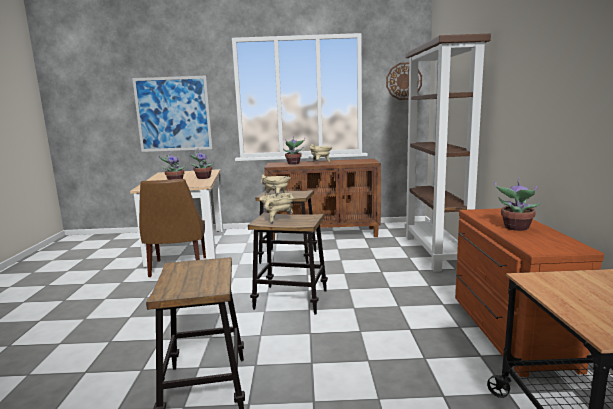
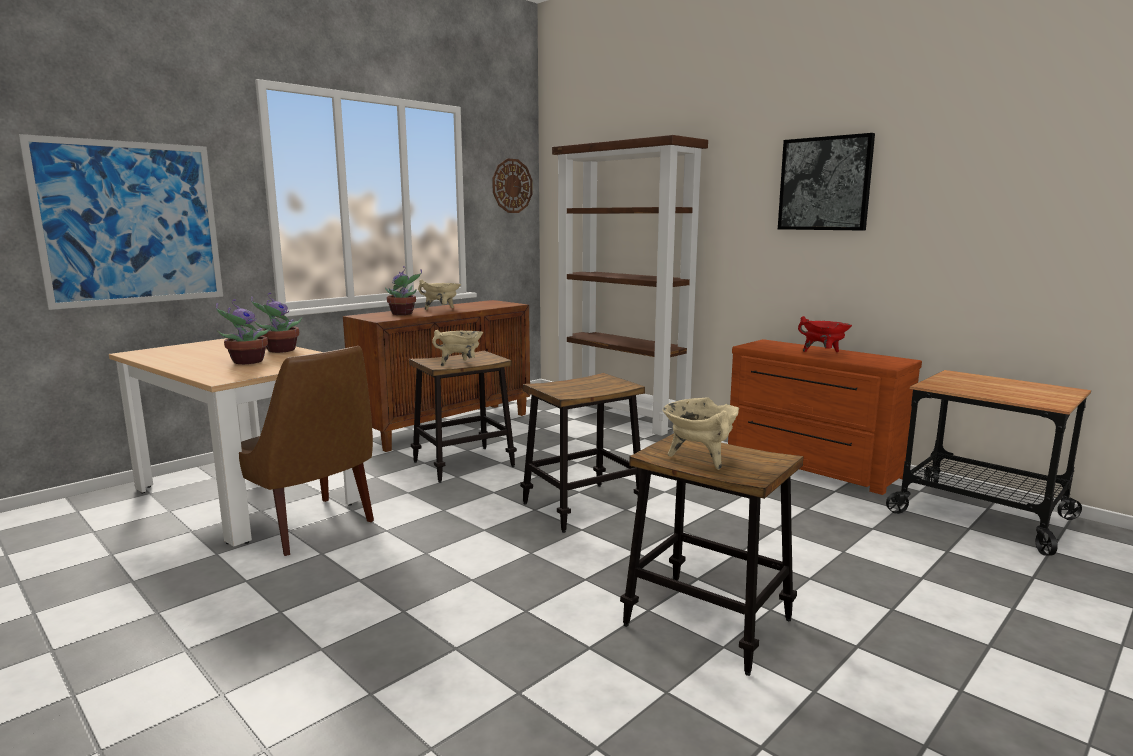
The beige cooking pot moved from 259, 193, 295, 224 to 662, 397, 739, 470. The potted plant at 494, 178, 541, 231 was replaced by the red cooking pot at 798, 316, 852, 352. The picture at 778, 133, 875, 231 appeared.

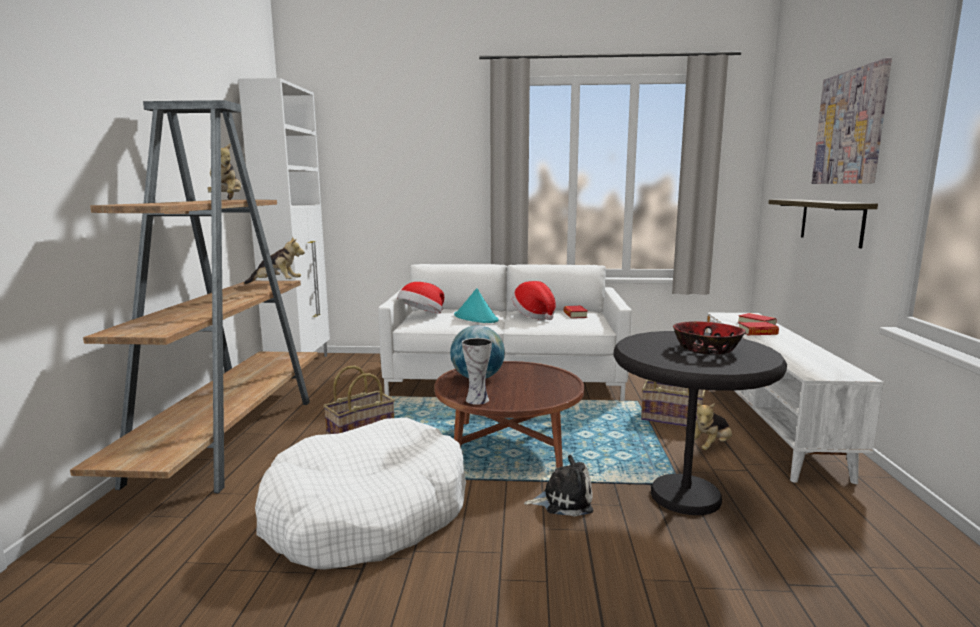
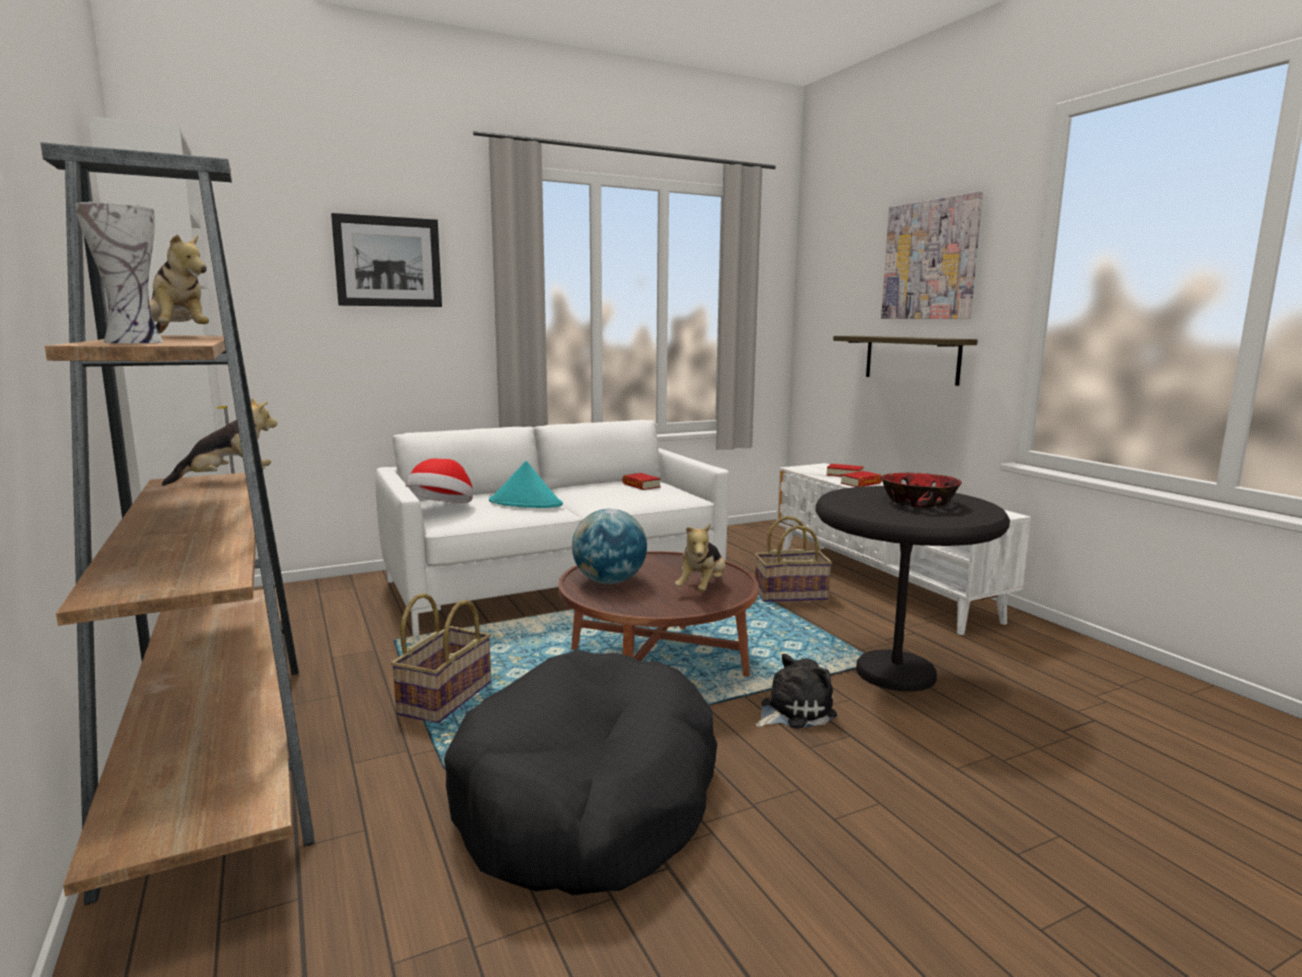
The white dog bed at 255, 418, 466, 570 became the black dog bed at 444, 650, 717, 895. The vase moved from 462, 338, 492, 405 to 75, 202, 163, 343. The hat at 512, 281, 556, 320 disappeared. The plush toy moved from 694, 403, 732, 450 to 675, 523, 726, 592. The picture at 331, 213, 442, 307 appeared.

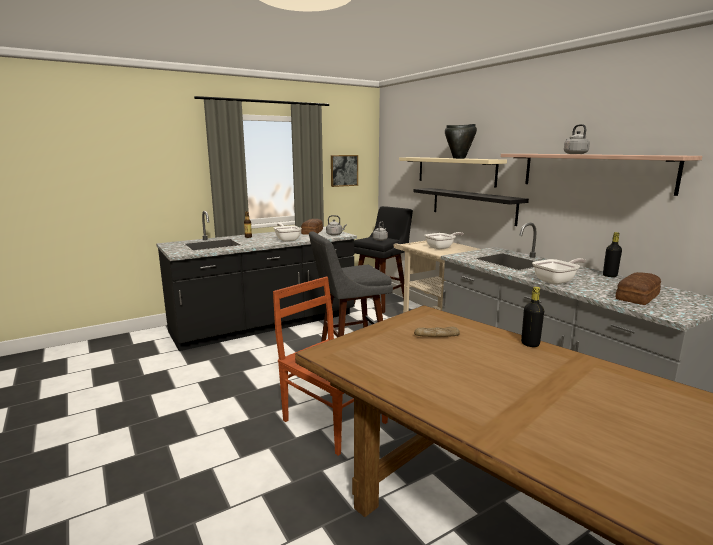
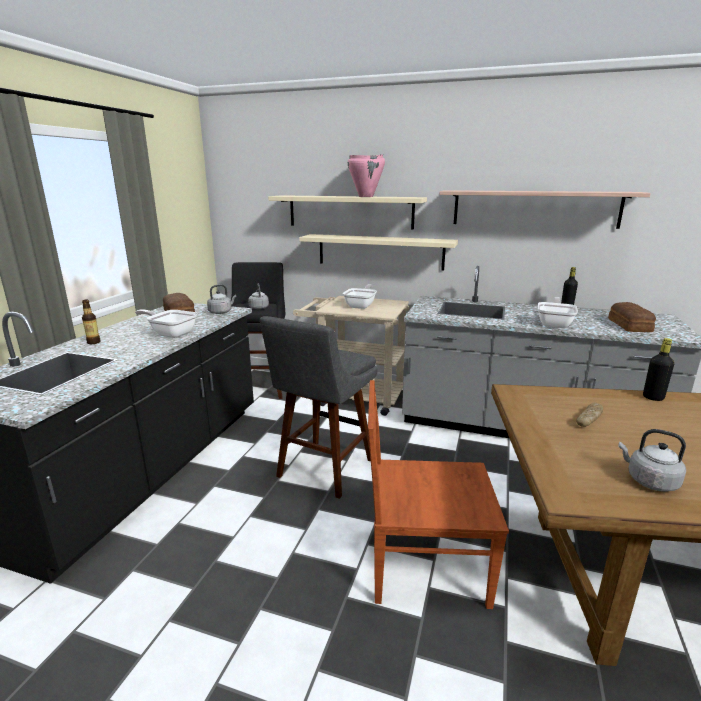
The picture at 331, 155, 358, 187 disappeared. The black shelf at 413, 188, 529, 226 became the beige shelf at 299, 234, 458, 271. The black cooking pot at 445, 124, 477, 159 became the pink cooking pot at 348, 154, 385, 197. The grey kettle moved from 564, 124, 590, 154 to 619, 429, 686, 492.

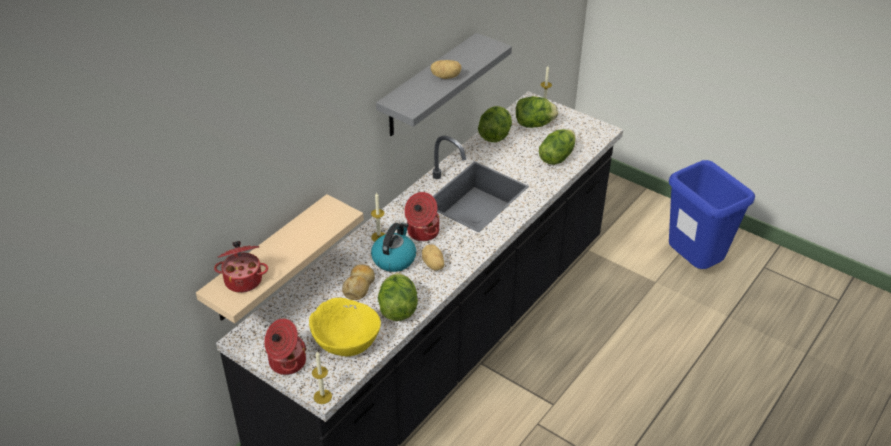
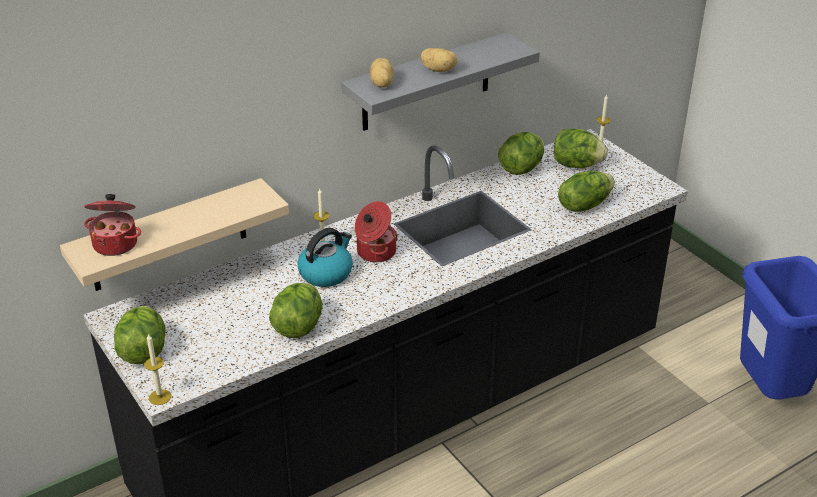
The cooking pot at 264, 319, 306, 375 was replaced by the lettuce at 114, 306, 166, 364. The yellow bowl at 309, 298, 381, 356 disappeared. The bread at 342, 264, 375, 300 disappeared. The potato moved from 422, 244, 444, 270 to 370, 58, 394, 87.

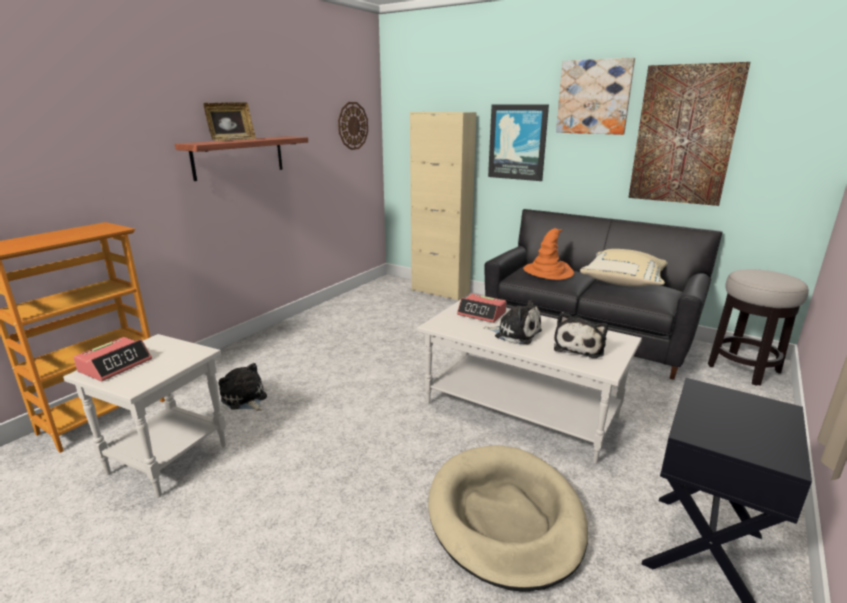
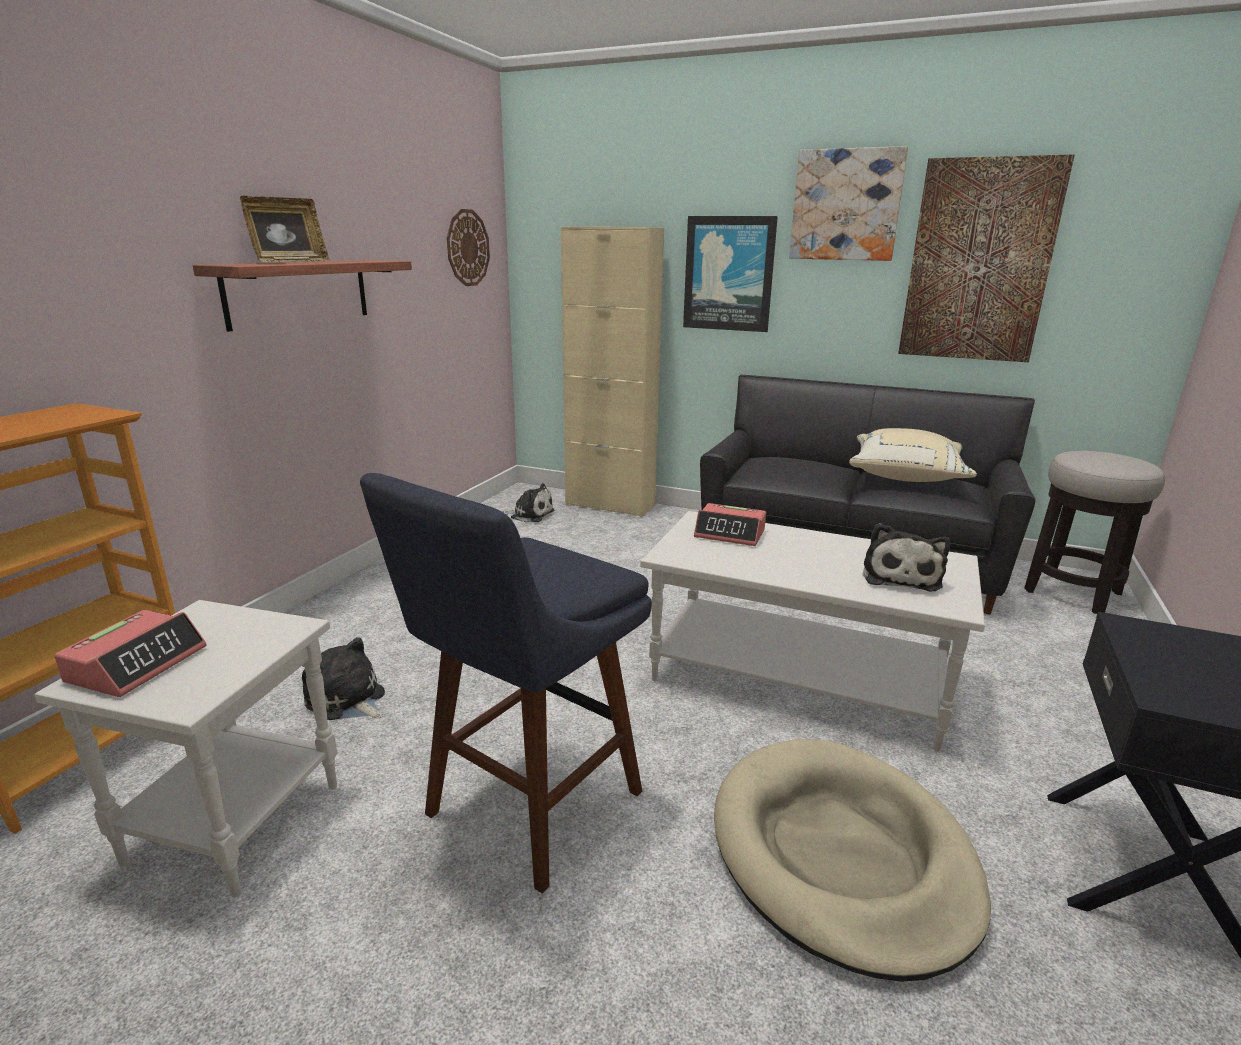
The plush toy moved from 483, 299, 542, 344 to 502, 483, 554, 522. The orange hat at 523, 228, 574, 280 disappeared. The blue stool at 360, 473, 652, 894 appeared.

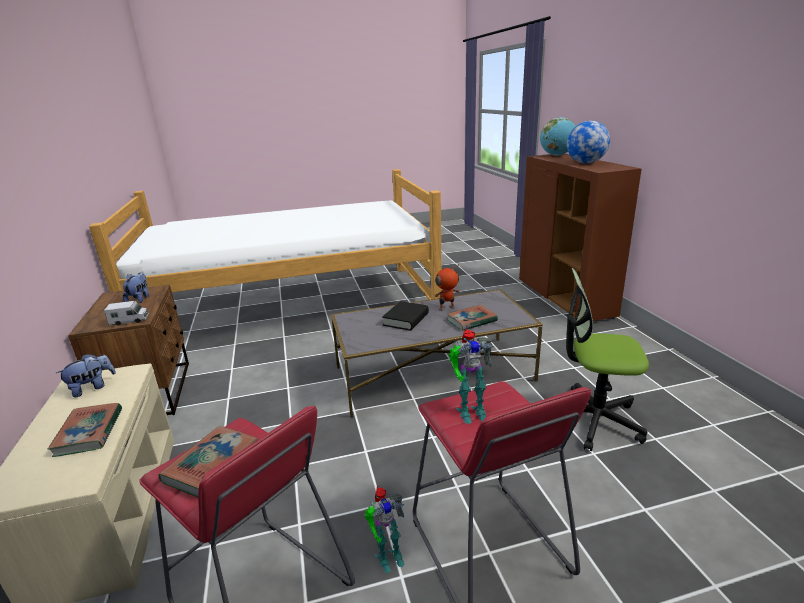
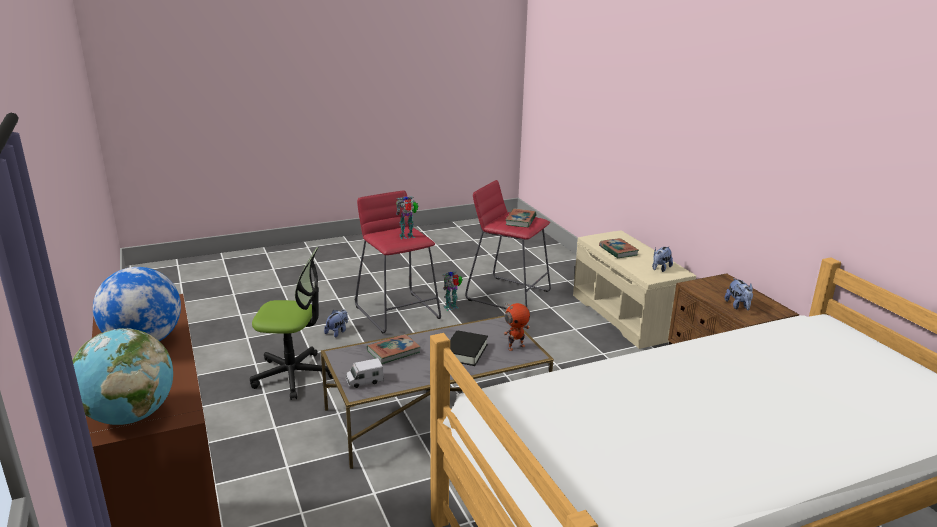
The toy truck moved from 104, 301, 149, 326 to 346, 358, 384, 388. The toy robot moved from 435, 264, 460, 311 to 503, 303, 530, 351. The plush toy at 324, 310, 348, 337 appeared.

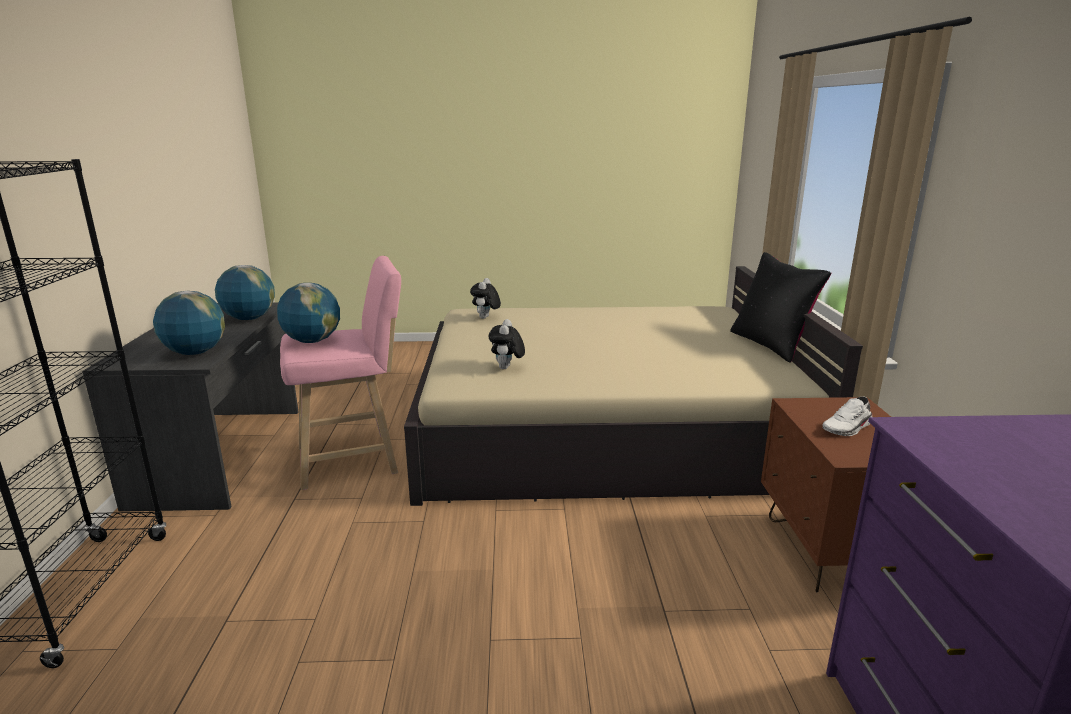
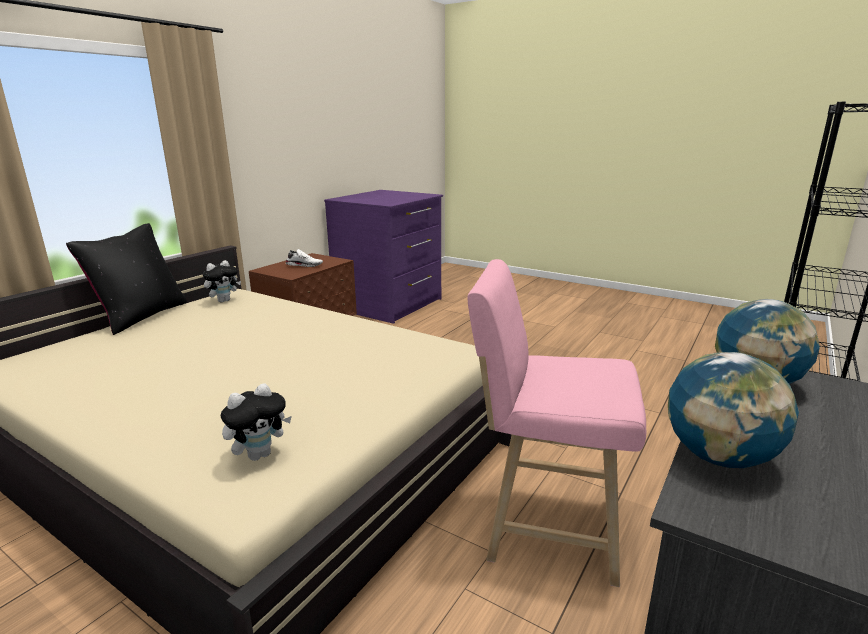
The globe at 277, 283, 340, 343 disappeared. The plush toy moved from 489, 319, 525, 369 to 203, 260, 241, 302.

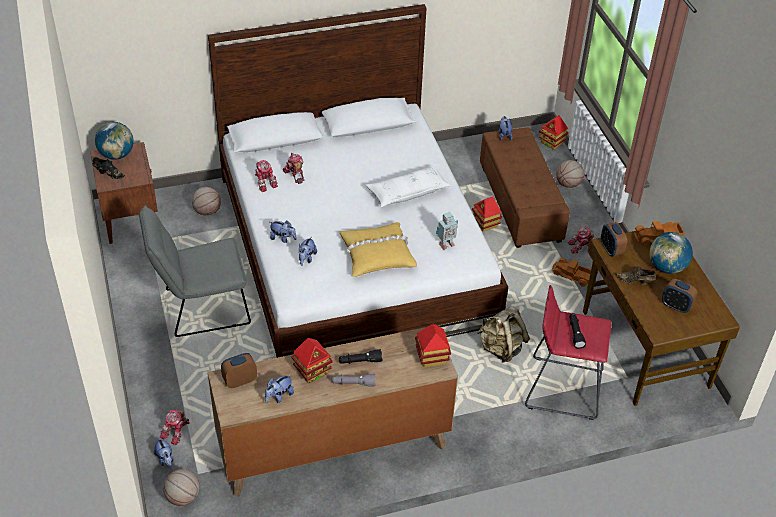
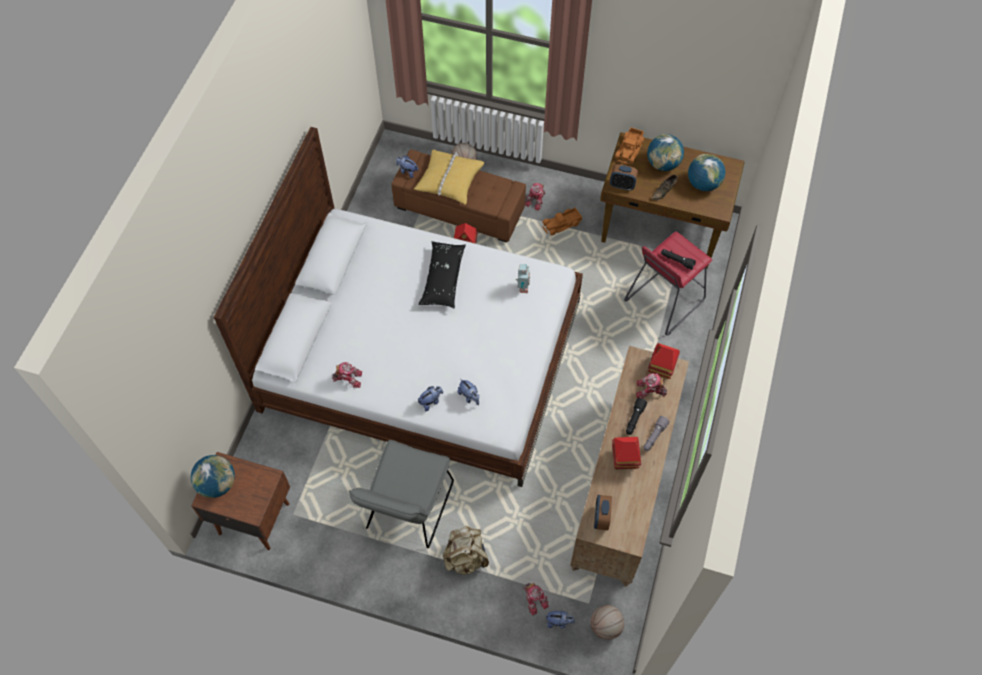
The black shoe at 92, 157, 125, 179 disappeared. The basketball at 192, 187, 221, 215 disappeared. The plush toy at 265, 374, 294, 403 disappeared. The toy robot moved from 283, 153, 305, 184 to 636, 373, 667, 398. The yellow pillow moved from 339, 222, 417, 277 to 414, 150, 484, 205. The white pillow at 366, 165, 451, 207 became the black pillow at 418, 241, 466, 309. The beige backpack moved from 477, 306, 530, 363 to 443, 525, 489, 575. The toy house at 539, 115, 569, 150 disappeared. The alarm clock at 662, 279, 697, 313 was replaced by the globe at 688, 154, 725, 191.

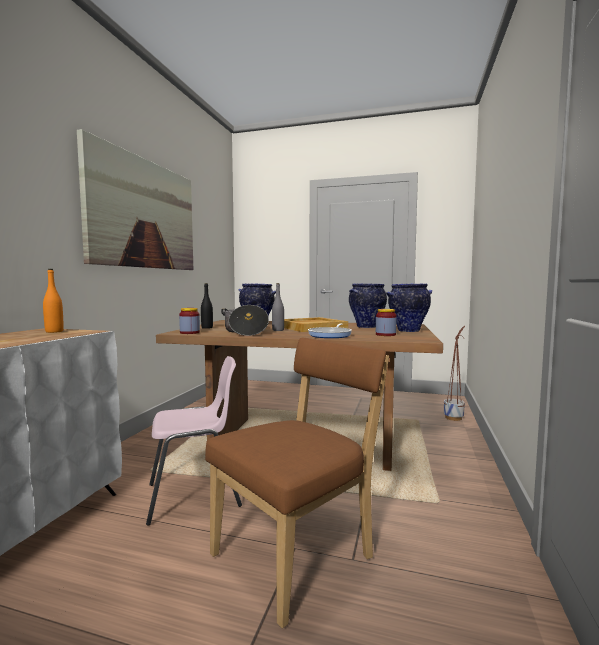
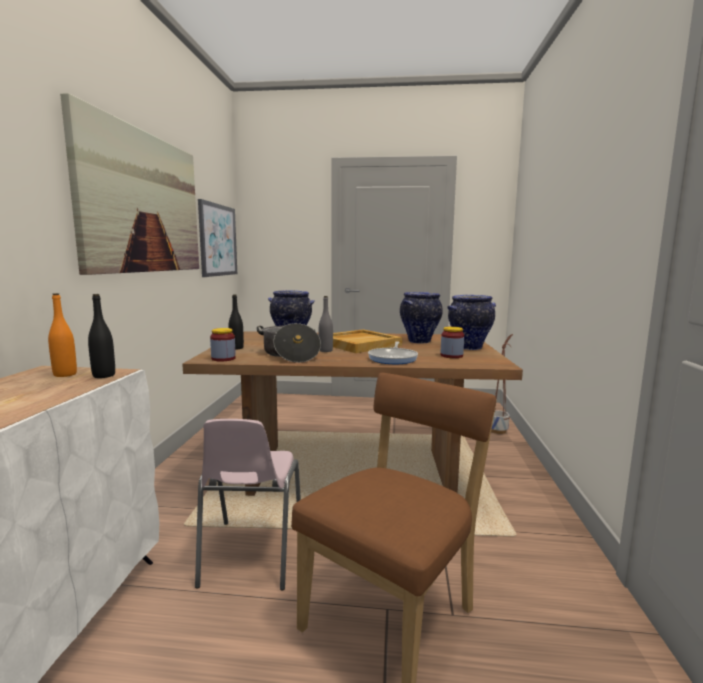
The pink chair at 146, 356, 242, 525 turned 120 degrees clockwise. The black bottle at 88, 294, 115, 378 appeared. The picture at 198, 199, 237, 277 appeared.

